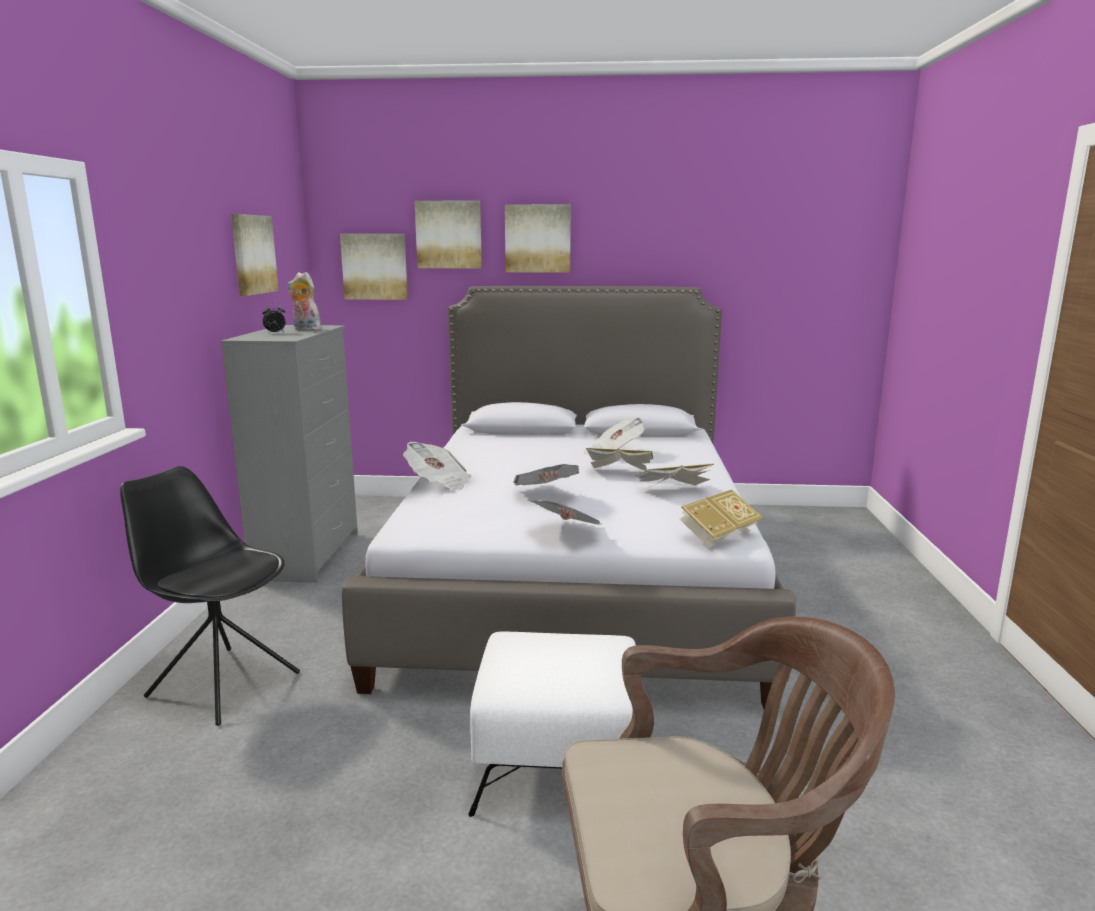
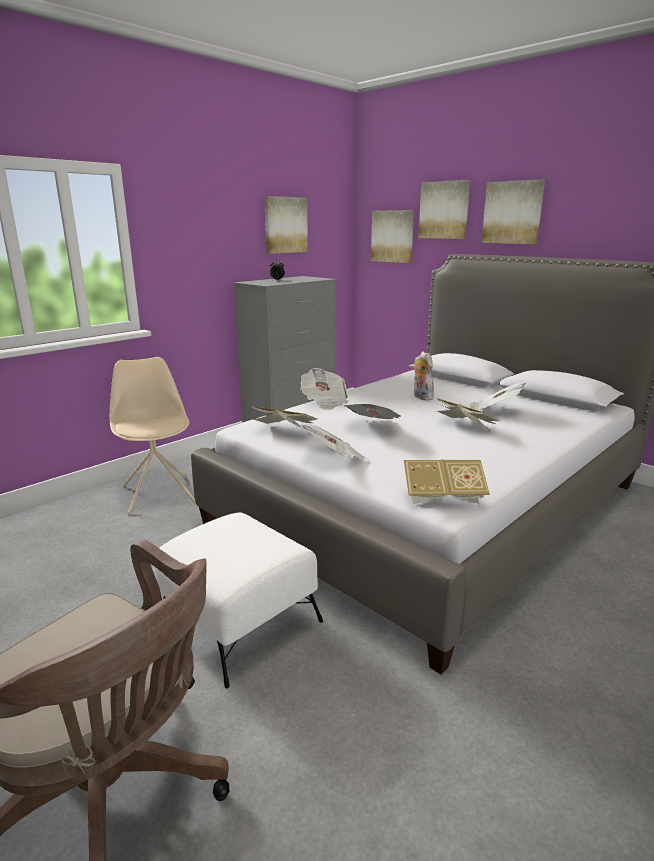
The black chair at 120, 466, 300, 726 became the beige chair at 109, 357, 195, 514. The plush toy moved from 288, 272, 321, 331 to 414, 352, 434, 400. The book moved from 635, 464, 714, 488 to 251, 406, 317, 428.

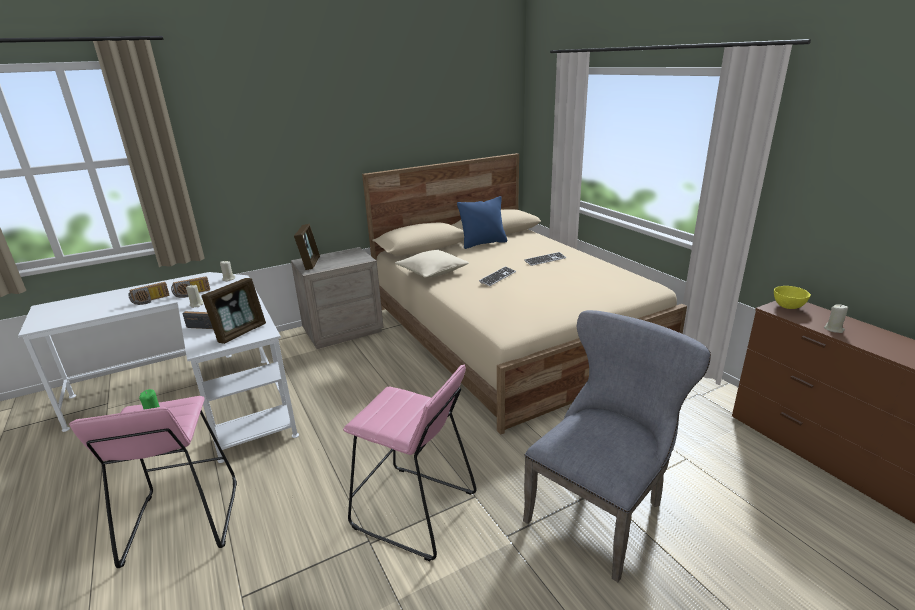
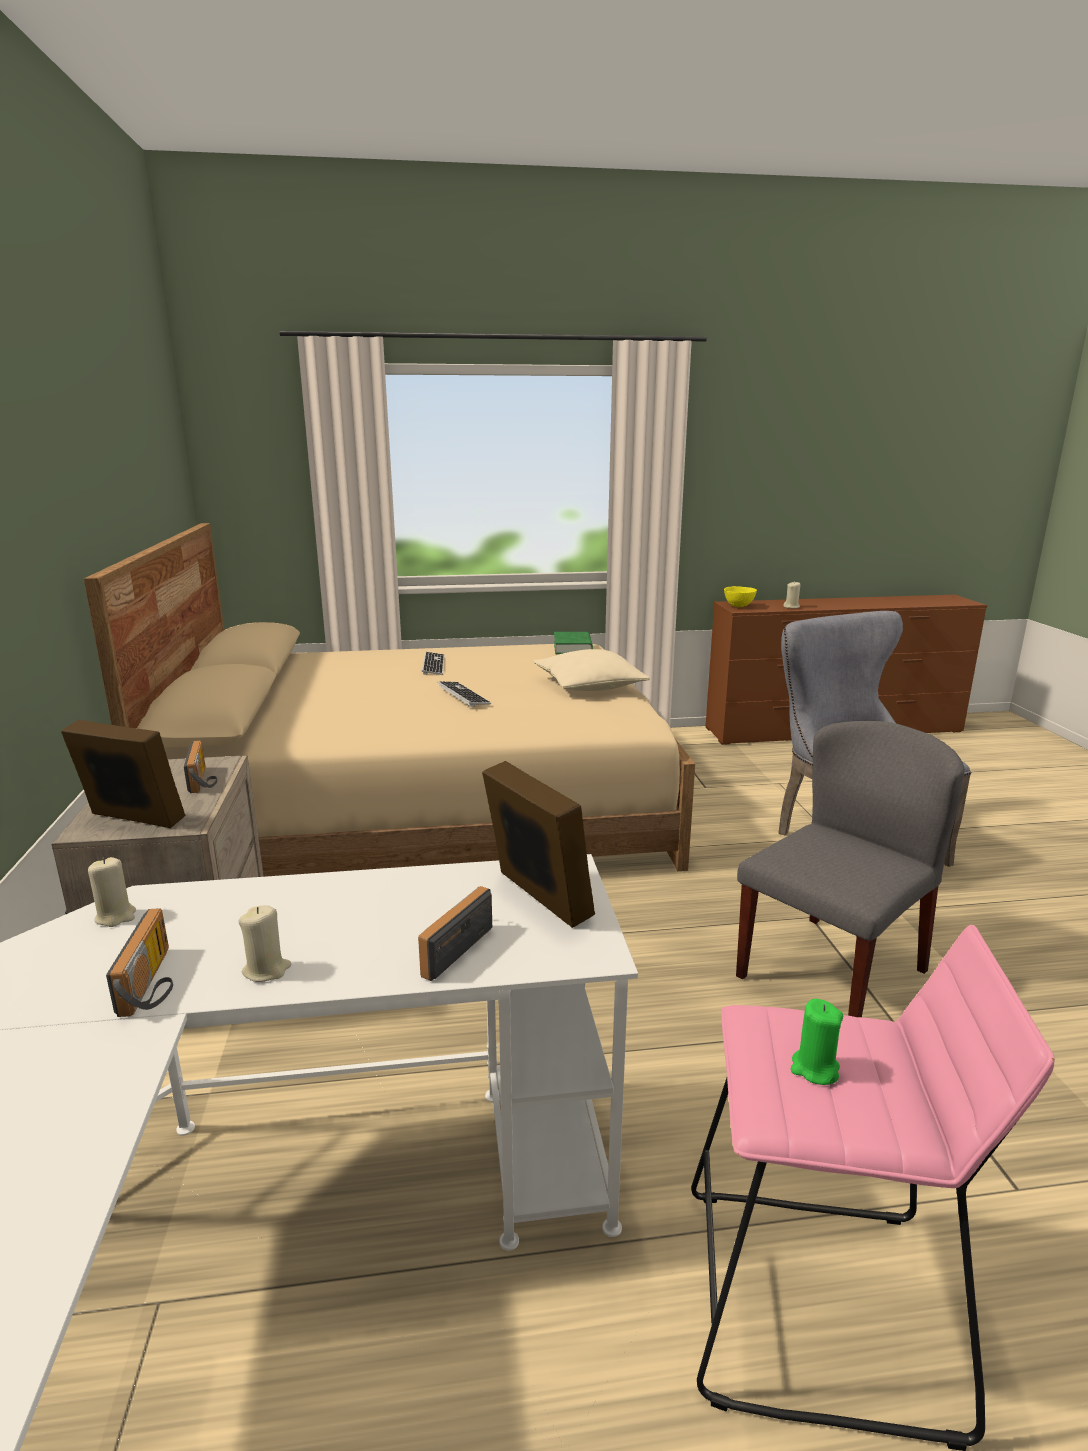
The radio moved from 128, 282, 170, 305 to 184, 741, 217, 793. The pink stool at 343, 365, 476, 562 was replaced by the grey chair at 736, 721, 965, 1017. The beige pillow moved from 395, 250, 469, 278 to 533, 649, 650, 691. The blue pillow at 457, 196, 507, 249 disappeared. The green book at 554, 632, 593, 654 appeared.

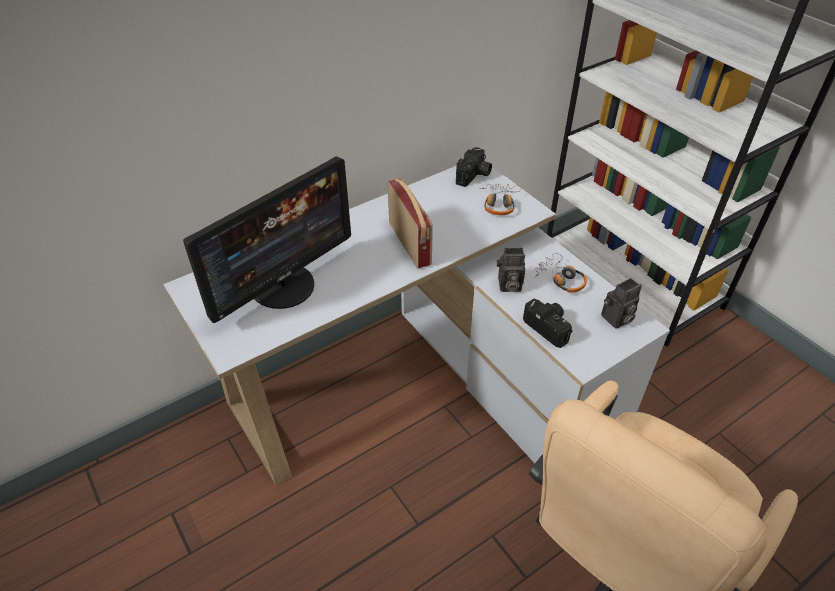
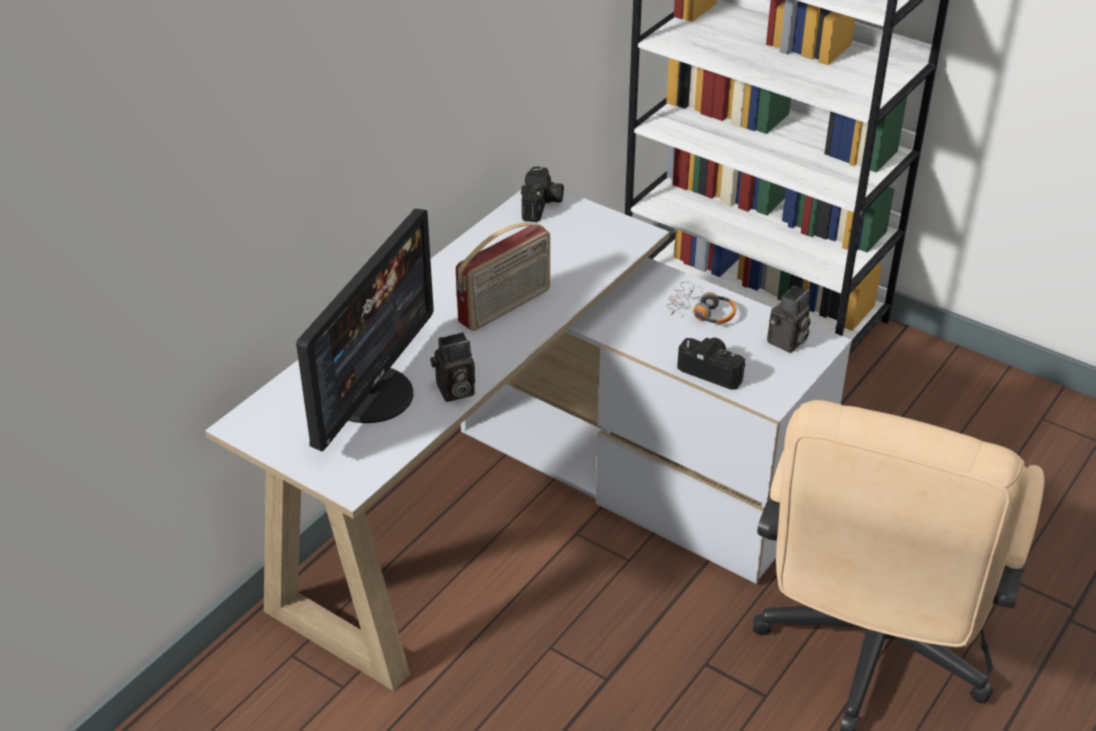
The radio at 388, 179, 433, 269 turned 90 degrees clockwise. The headphones at 480, 184, 521, 215 disappeared. The photo camera moved from 497, 248, 525, 292 to 430, 332, 475, 402.

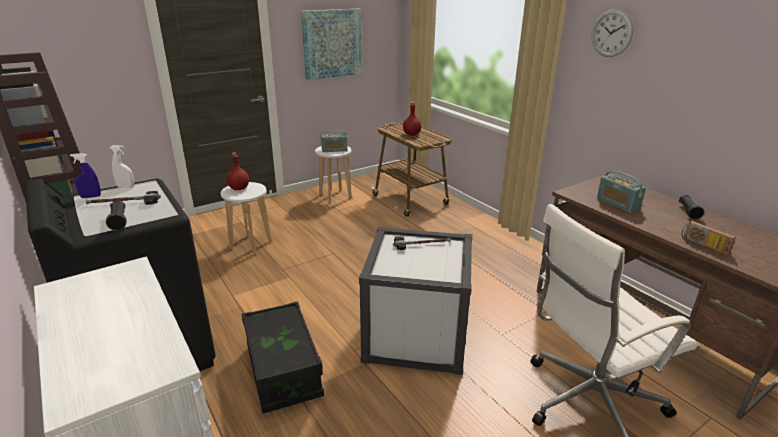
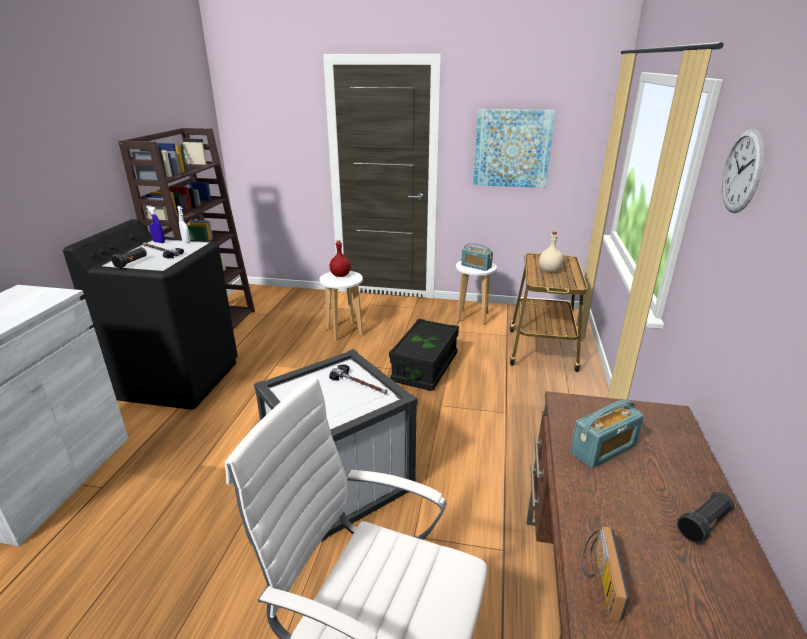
The black storage box moved from 241, 301, 324, 413 to 389, 319, 459, 391. The red bottle at 403, 102, 422, 136 became the beige bottle at 539, 231, 563, 272. The radio at 597, 171, 646, 213 turned 135 degrees counterclockwise.

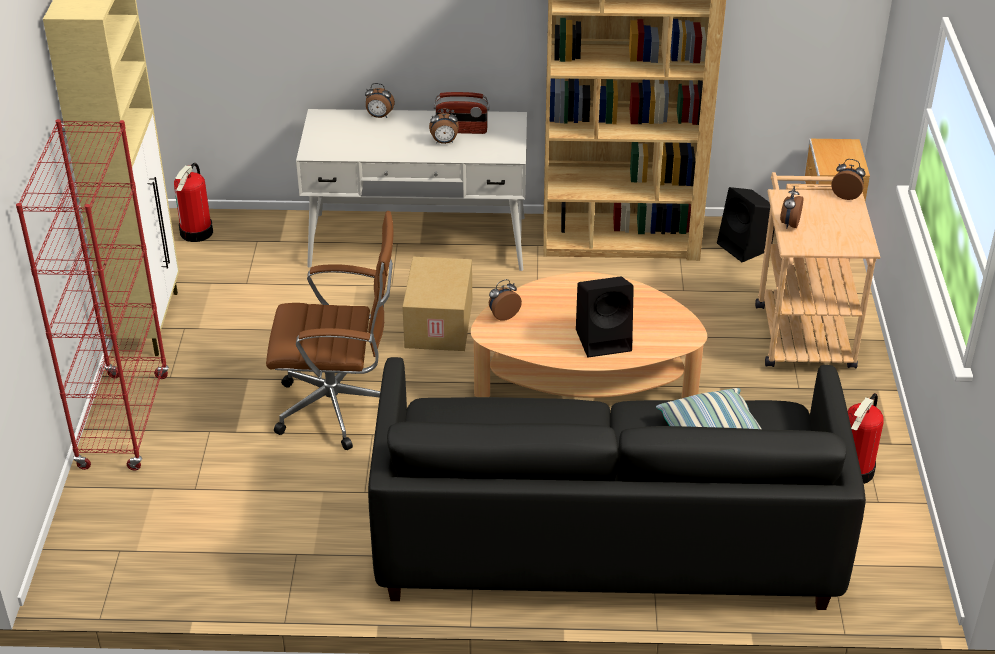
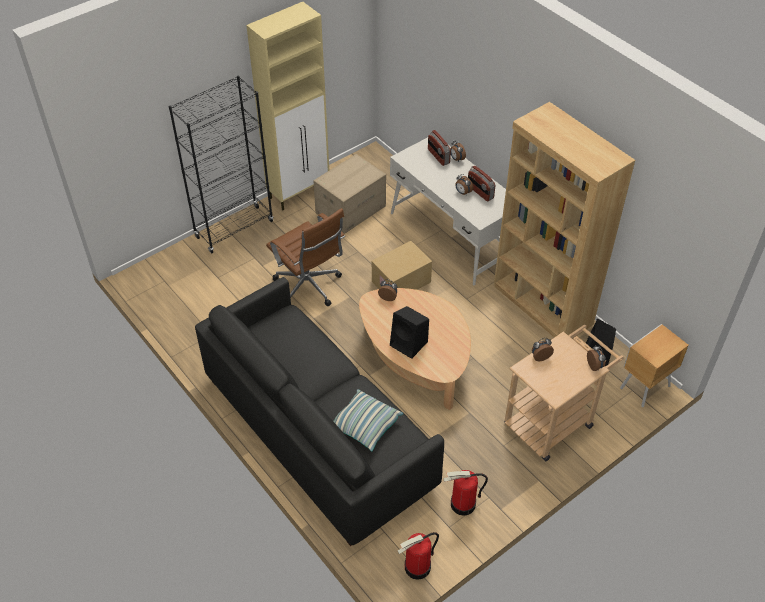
The red bookcase at 16, 119, 169, 471 became the black bookcase at 169, 76, 273, 253. The fire extinguisher moved from 174, 163, 213, 242 to 398, 532, 439, 580. The cardboard box at 314, 154, 386, 234 appeared. The radio at 428, 130, 451, 166 appeared.

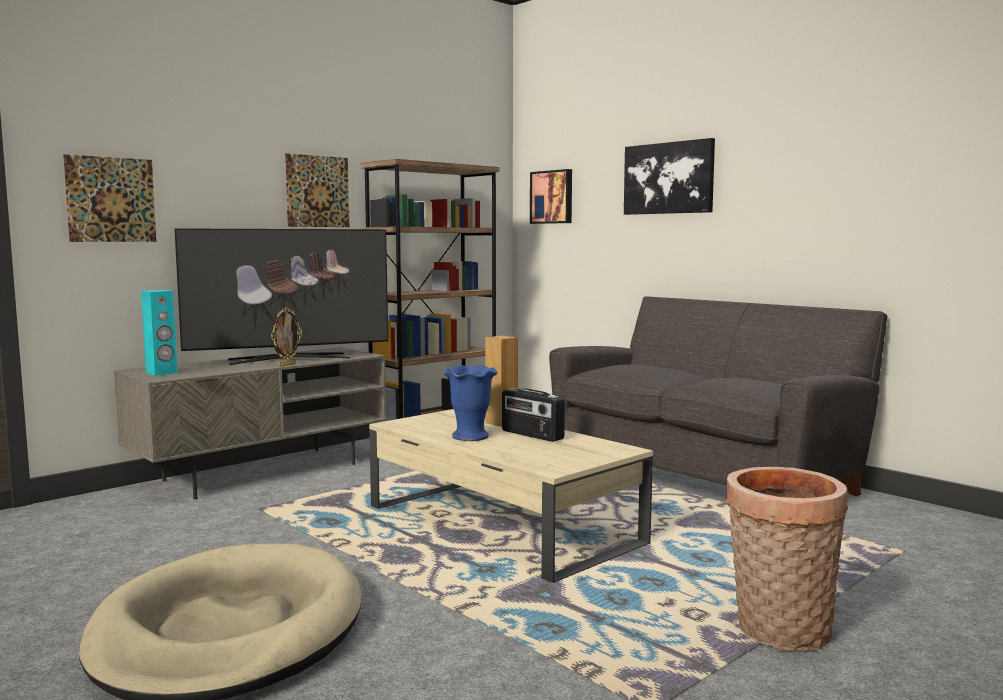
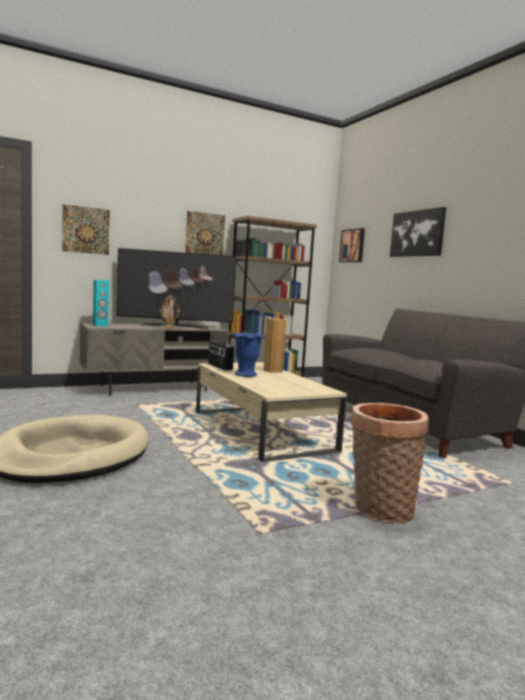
The radio moved from 502, 388, 565, 442 to 209, 341, 234, 371.

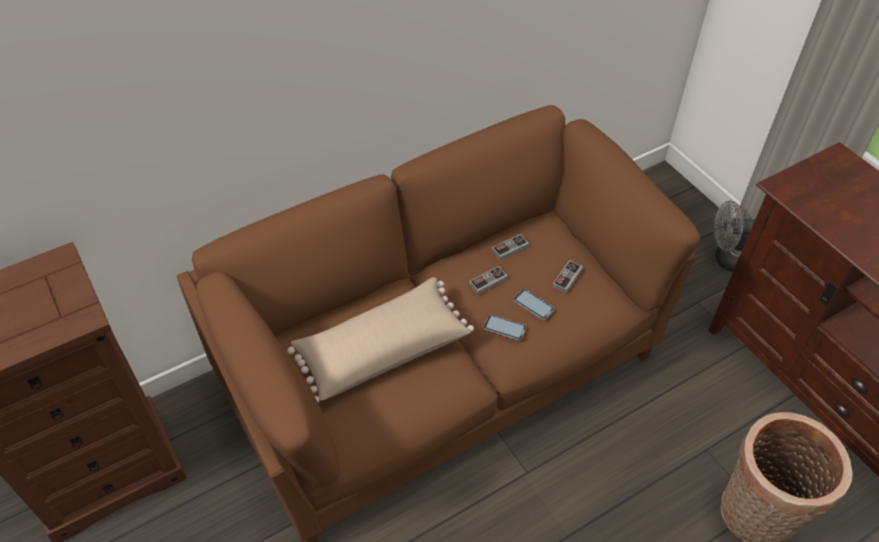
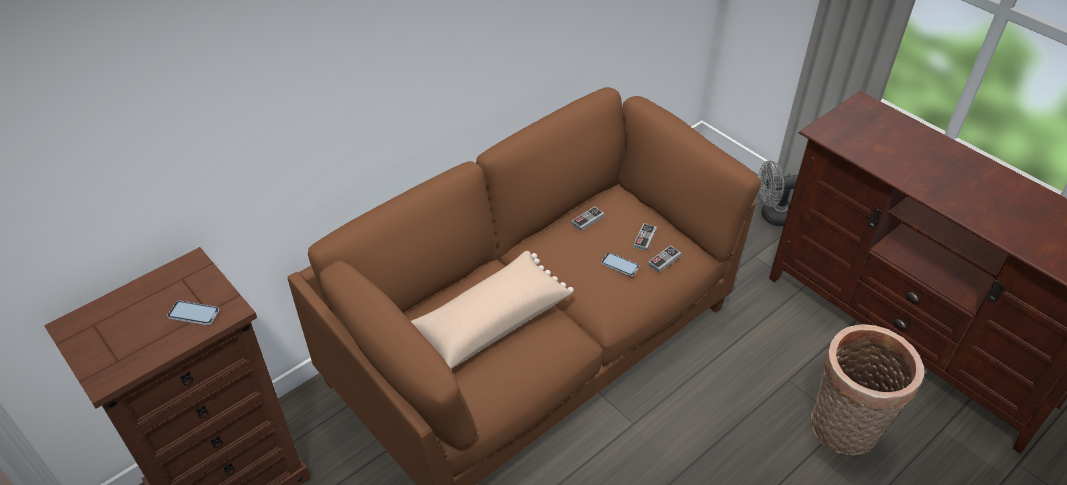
The game controller moved from 469, 266, 507, 294 to 648, 245, 681, 272. The phone moved from 484, 314, 526, 340 to 167, 301, 219, 325.

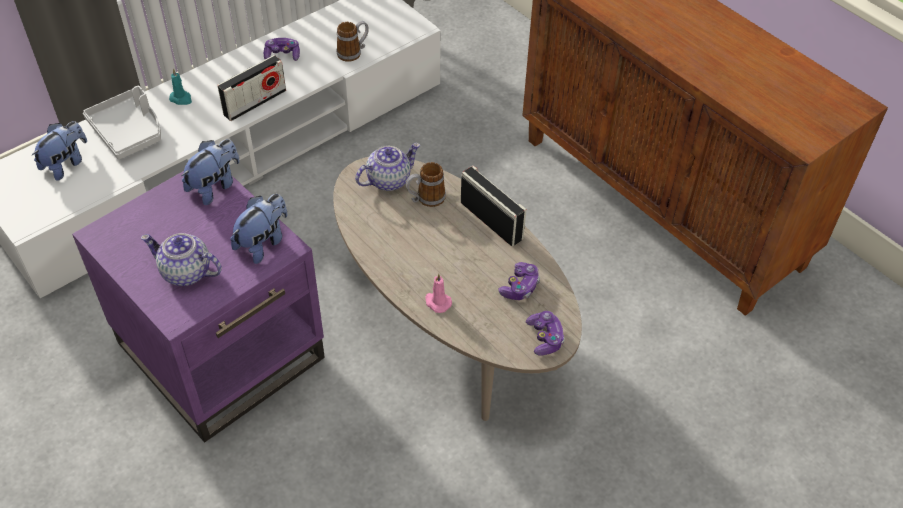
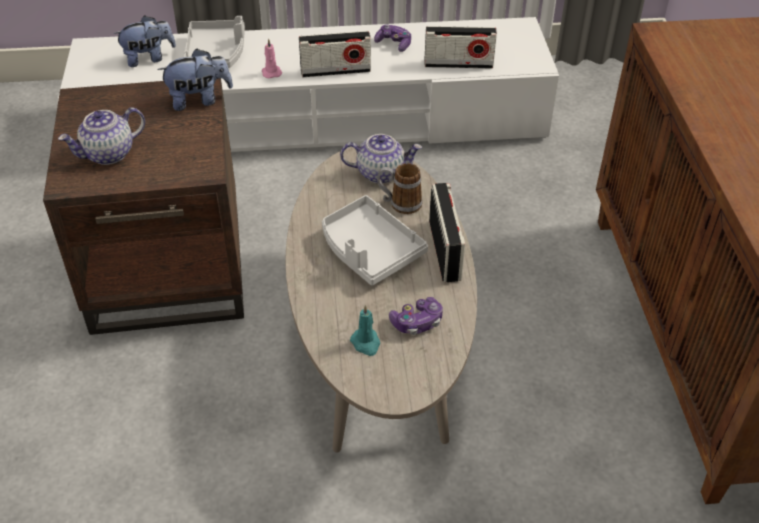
The purple side table at 72, 171, 325, 442 became the brown side table at 43, 78, 244, 335. The teapot at 141, 233, 222, 286 turned 90 degrees counterclockwise. The turquoise candle moved from 169, 69, 192, 105 to 350, 305, 380, 356. The plush toy at 230, 194, 288, 264 disappeared. The mug at 337, 21, 369, 62 was replaced by the radio at 424, 26, 497, 68. The pink candle moved from 426, 274, 452, 313 to 262, 39, 282, 78. The game controller at 526, 311, 565, 356 disappeared. The grey tray at 322, 195, 428, 286 appeared.

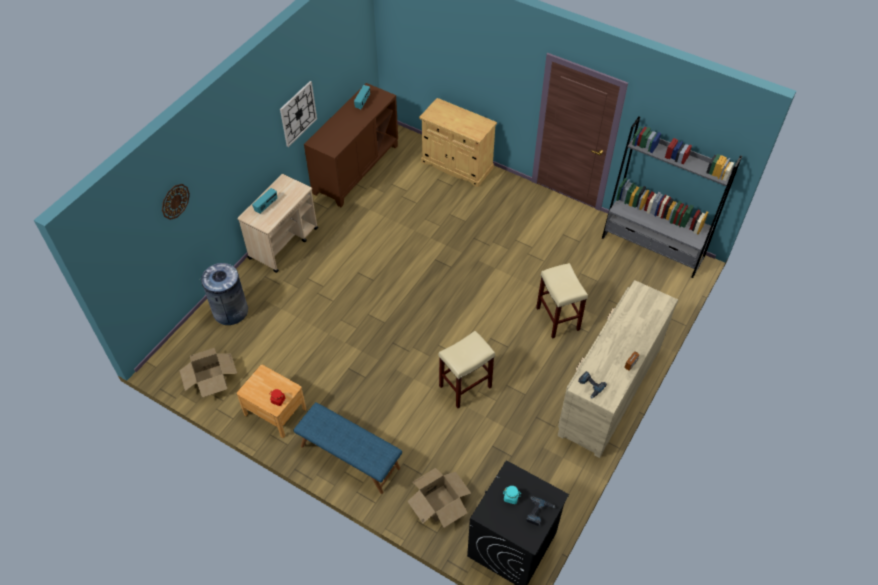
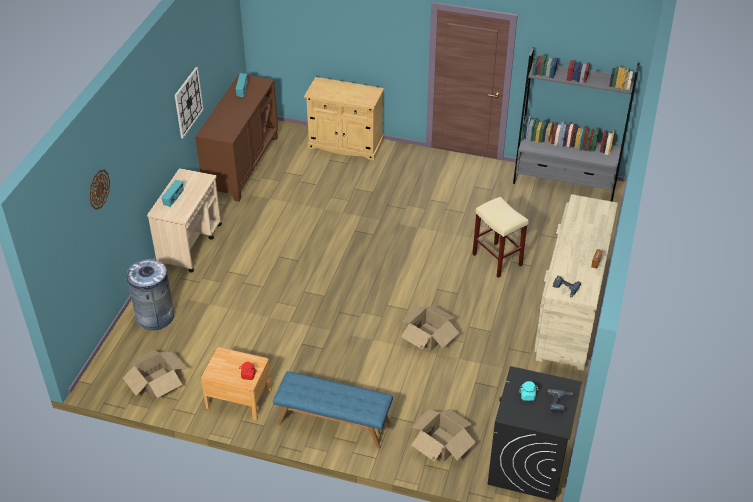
The beige stool at 439, 331, 495, 408 was replaced by the cardboard box at 399, 306, 459, 351.

